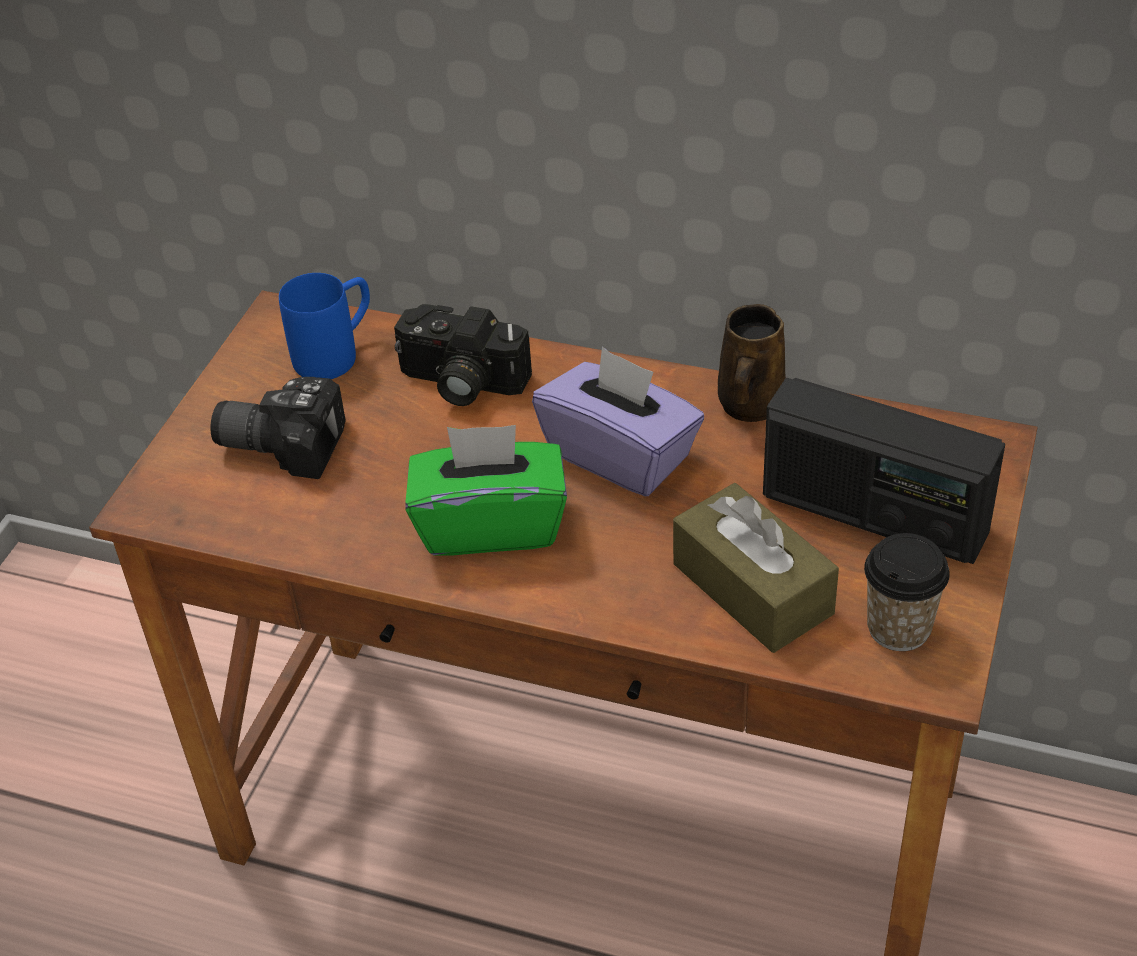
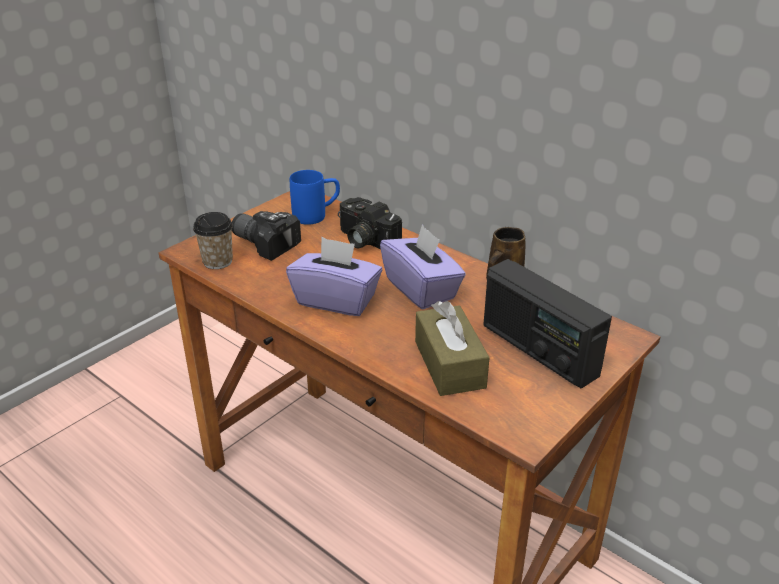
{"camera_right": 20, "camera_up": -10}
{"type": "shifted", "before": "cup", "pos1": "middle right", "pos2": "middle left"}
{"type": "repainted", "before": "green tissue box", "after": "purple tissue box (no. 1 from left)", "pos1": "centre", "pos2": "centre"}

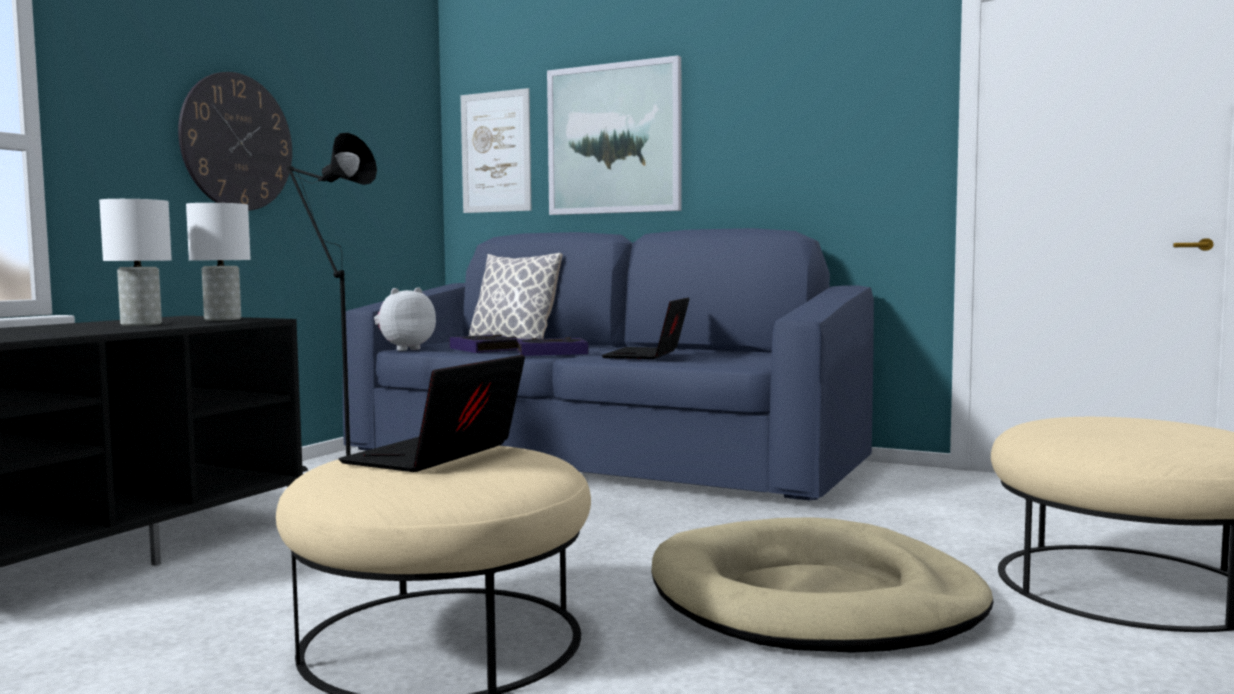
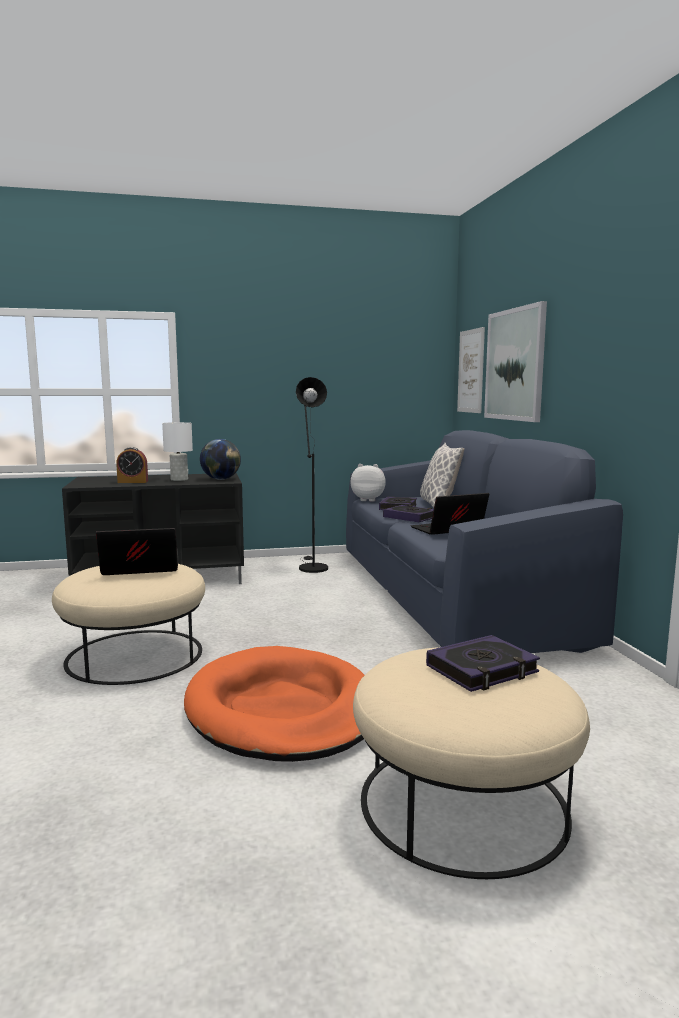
{"camera_right": 50, "camera_up": 5}
{"type": "gone", "before": "wall clock", "pos1": "top left"}
{"type": "new", "after": "alarm clock", "pos2": "middle left"}
{"type": "new", "after": "book (no. 3 from left)", "pos2": "middle right"}
{"type": "swapped", "before": "white table lamp (no. 2 from left)", "after": "globe", "pos1": "middle left", "pos2": "middle left"}
{"type": "repainted", "before": "beige dog bed", "after": "orange dog bed", "pos1": "bottom centre", "pos2": "bottom centre"}

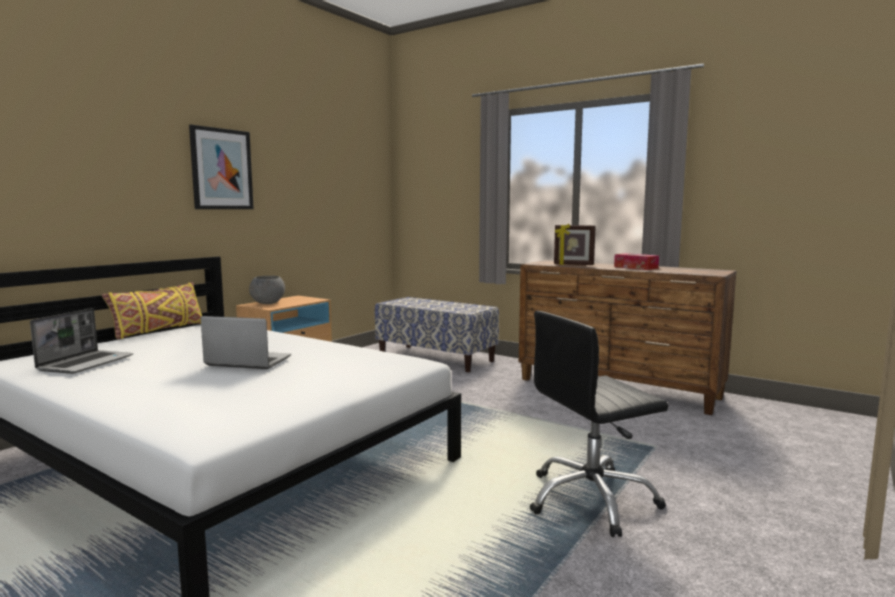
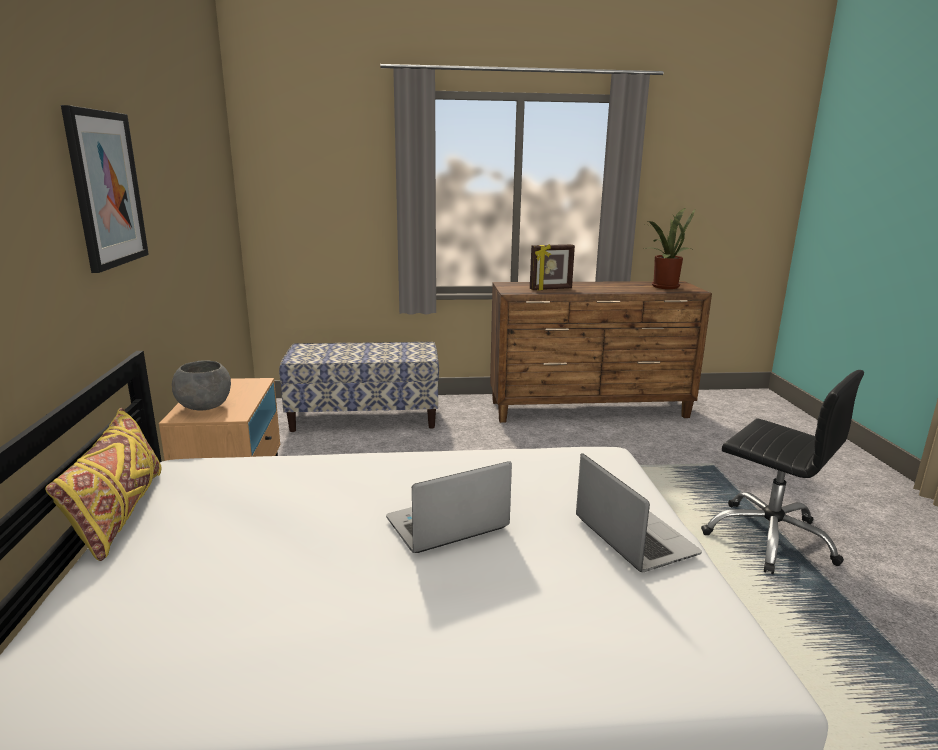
{"camera_right": -40, "camera_up": 10}
{"type": "gone", "before": "tissue box", "pos1": "middle right"}
{"type": "new", "after": "potted plant", "pos2": "top right"}
{"type": "shifted", "before": "laptop (no. 1 from left in the first image)", "after": "laptop (no. 2 from left)", "pos1": "middle left", "pos2": "bottom right"}
{"type": "rotated", "before": "black office chair", "pos1": "bottom right", "pos2": "middle right", "turn": -75}

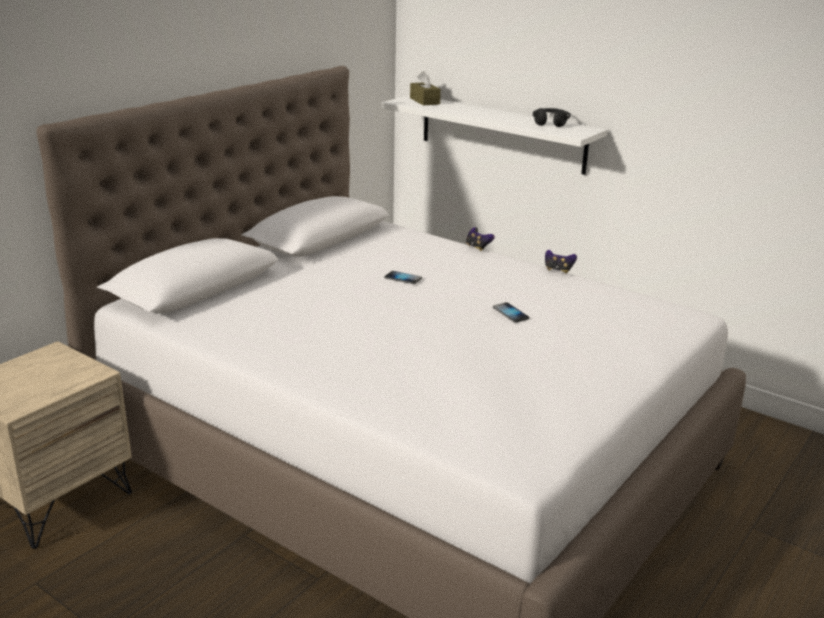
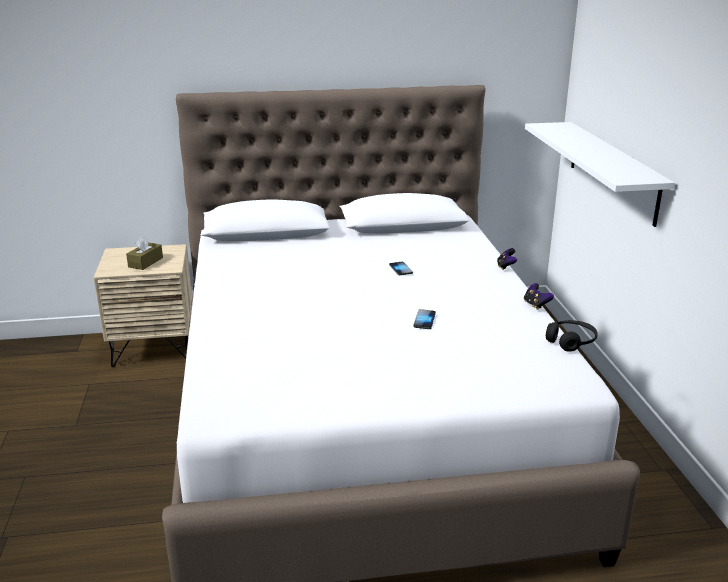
{"camera_right": 45, "camera_up": 0}
{"type": "shifted", "before": "brown tissue box", "pos1": "top centre", "pos2": "middle left"}
{"type": "shifted", "before": "black headphones", "pos1": "top right", "pos2": "middle right"}

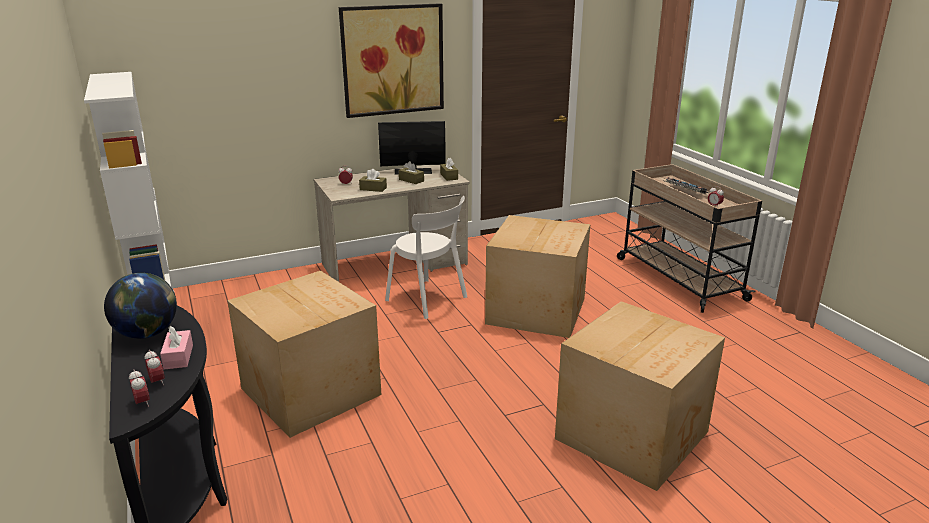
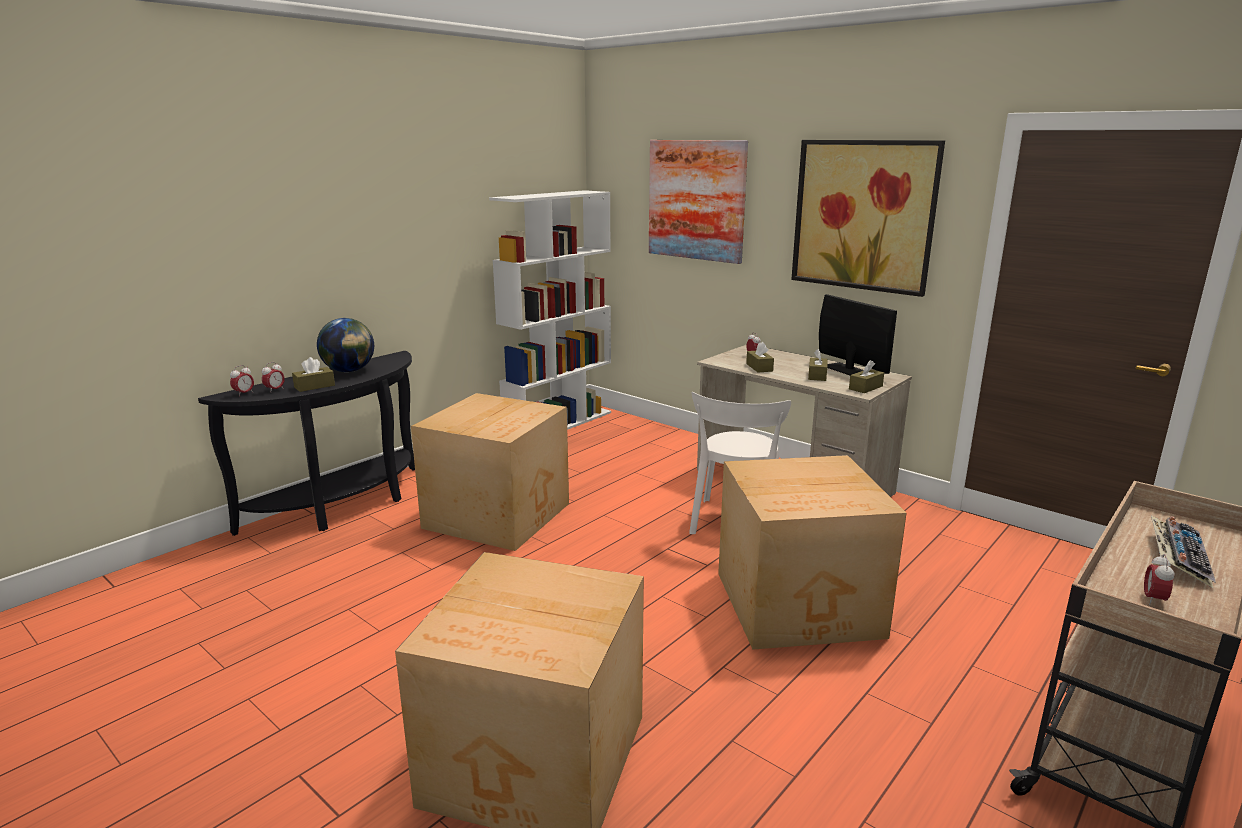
{"camera_right": 65, "camera_up": -5}
{"type": "new", "after": "picture (no. 1 from left)", "pos2": "top centre"}
{"type": "repainted", "before": "pink tissue box", "after": "brown tissue box (no. 1 from left)", "pos1": "middle left", "pos2": "middle left"}

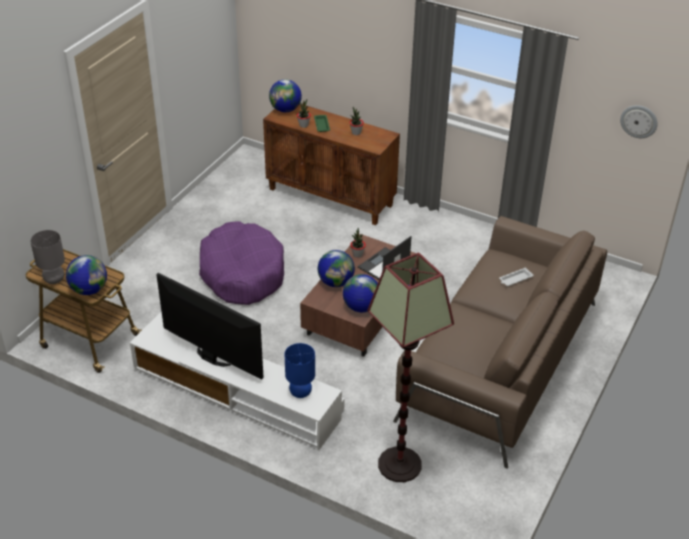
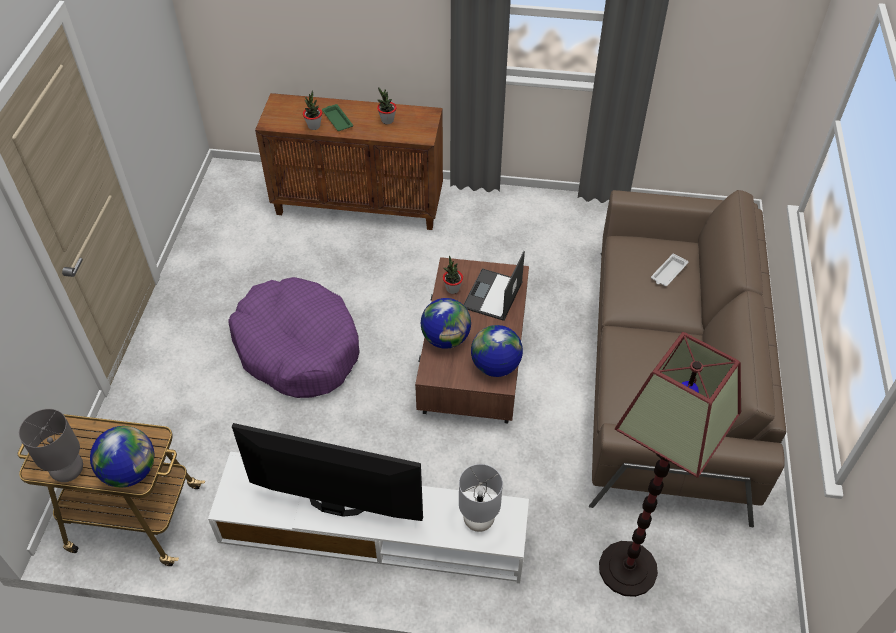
{"camera_right": -20, "camera_up": 10}
{"type": "gone", "before": "globe (no. 2 from left)", "pos1": "top centre"}
{"type": "gone", "before": "wall clock", "pos1": "top right"}
{"type": "repainted", "before": "blue table lamp", "after": "grey table lamp (no. 2 from left)", "pos1": "bottom centre", "pos2": "bottom centre"}

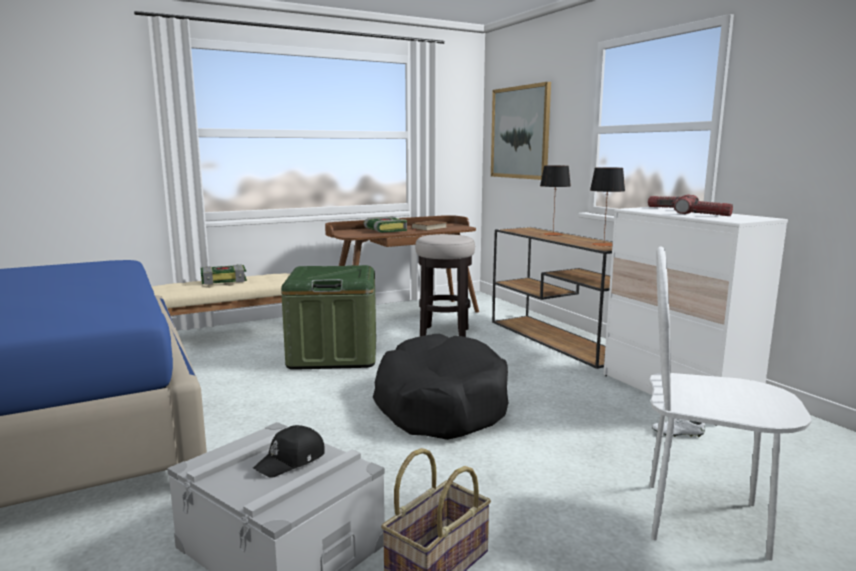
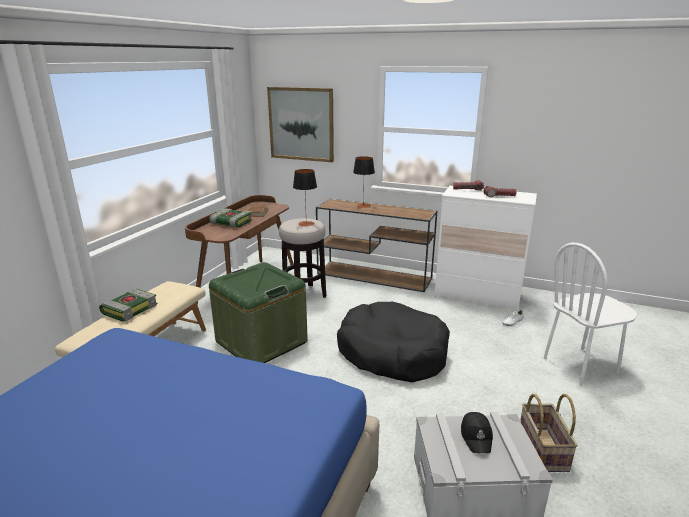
{"camera_right": -40, "camera_up": 10}
{"type": "shifted", "before": "table lamp (no. 2 from left in the first image)", "after": "table lamp (no. 1 from left)", "pos1": "middle right", "pos2": "centre"}

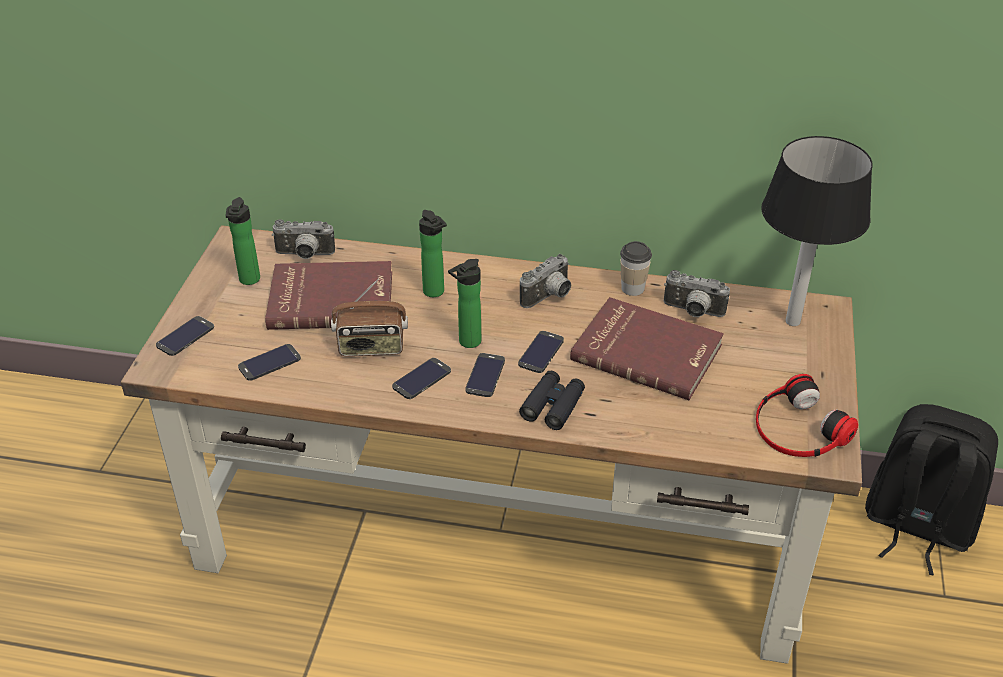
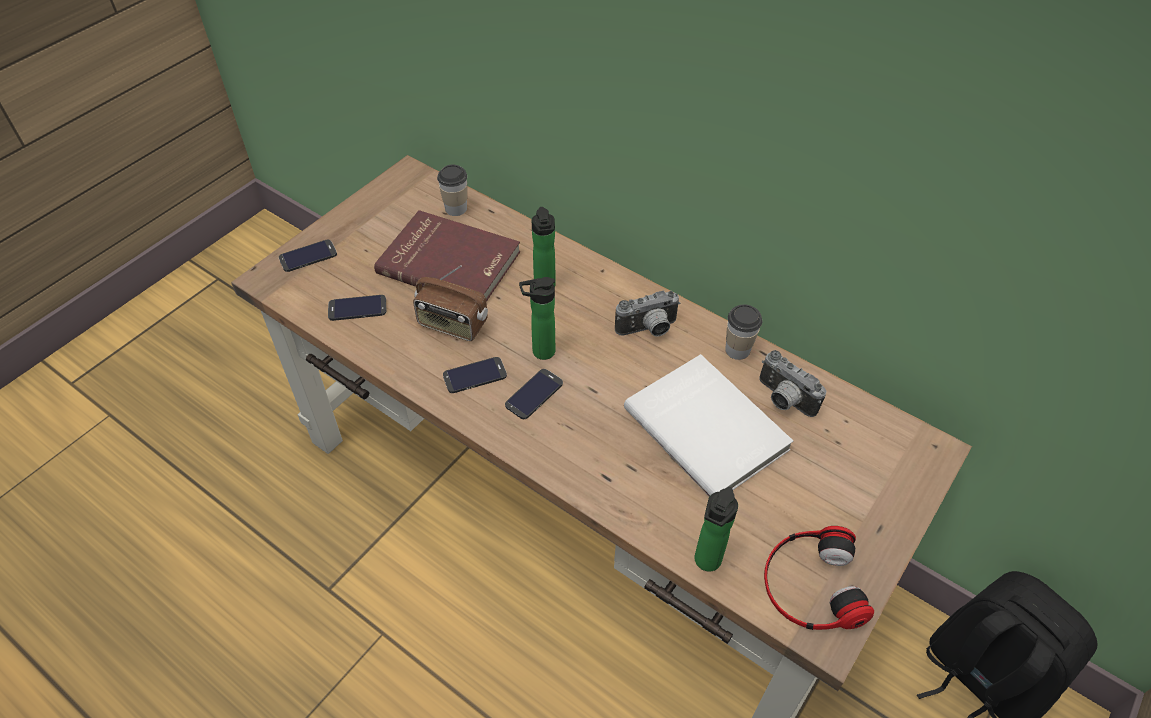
{"camera_right": 25, "camera_up": 10}
{"type": "gone", "before": "phone (no. 5 from left)", "pos1": "centre"}
{"type": "gone", "before": "black binoculars", "pos1": "centre"}
{"type": "gone", "before": "table lamp", "pos1": "middle right"}
{"type": "shifted", "before": "bottle (no. 1 from left in the first image)", "after": "bottle (no. 3 from left)", "pos1": "middle left", "pos2": "bottom centre"}
{"type": "swapped", "before": "photo camera (no. 1 from left)", "after": "cup (no. 1 from left)", "pos1": "middle left", "pos2": "top centre"}
{"type": "repainted", "before": "red book (no. 2 from left)", "after": "white book", "pos1": "centre", "pos2": "centre"}

